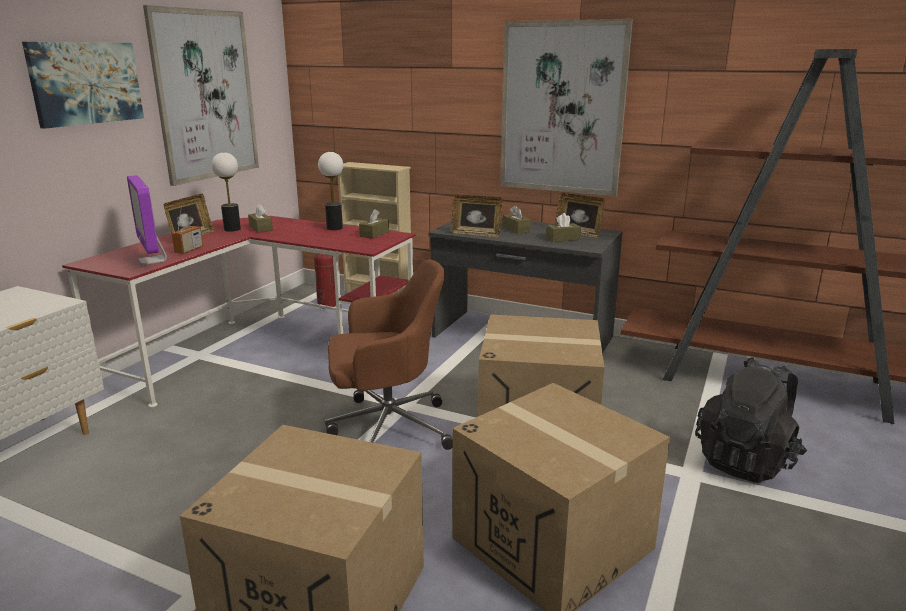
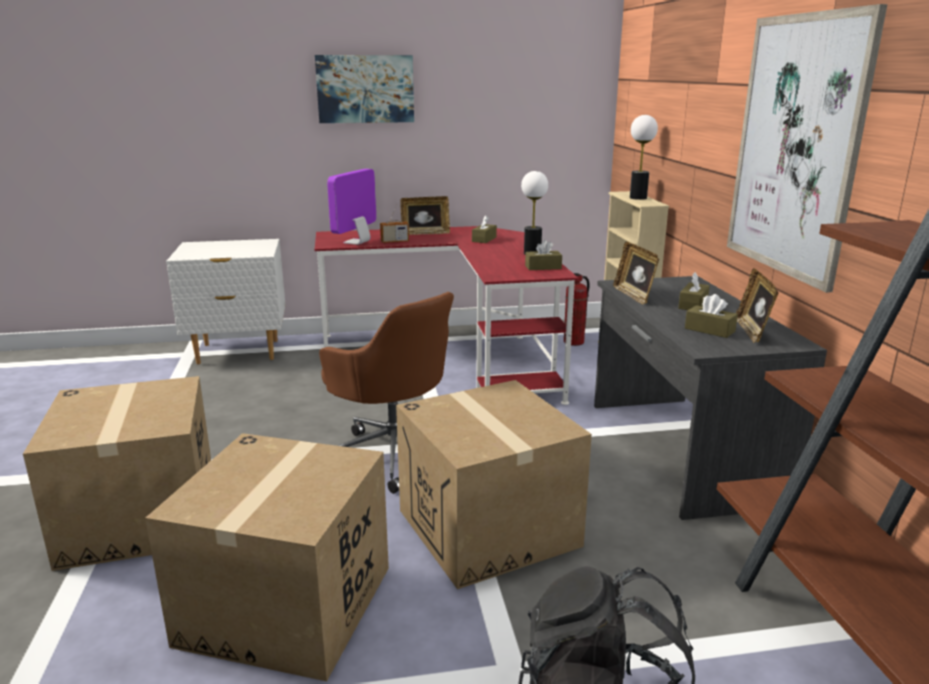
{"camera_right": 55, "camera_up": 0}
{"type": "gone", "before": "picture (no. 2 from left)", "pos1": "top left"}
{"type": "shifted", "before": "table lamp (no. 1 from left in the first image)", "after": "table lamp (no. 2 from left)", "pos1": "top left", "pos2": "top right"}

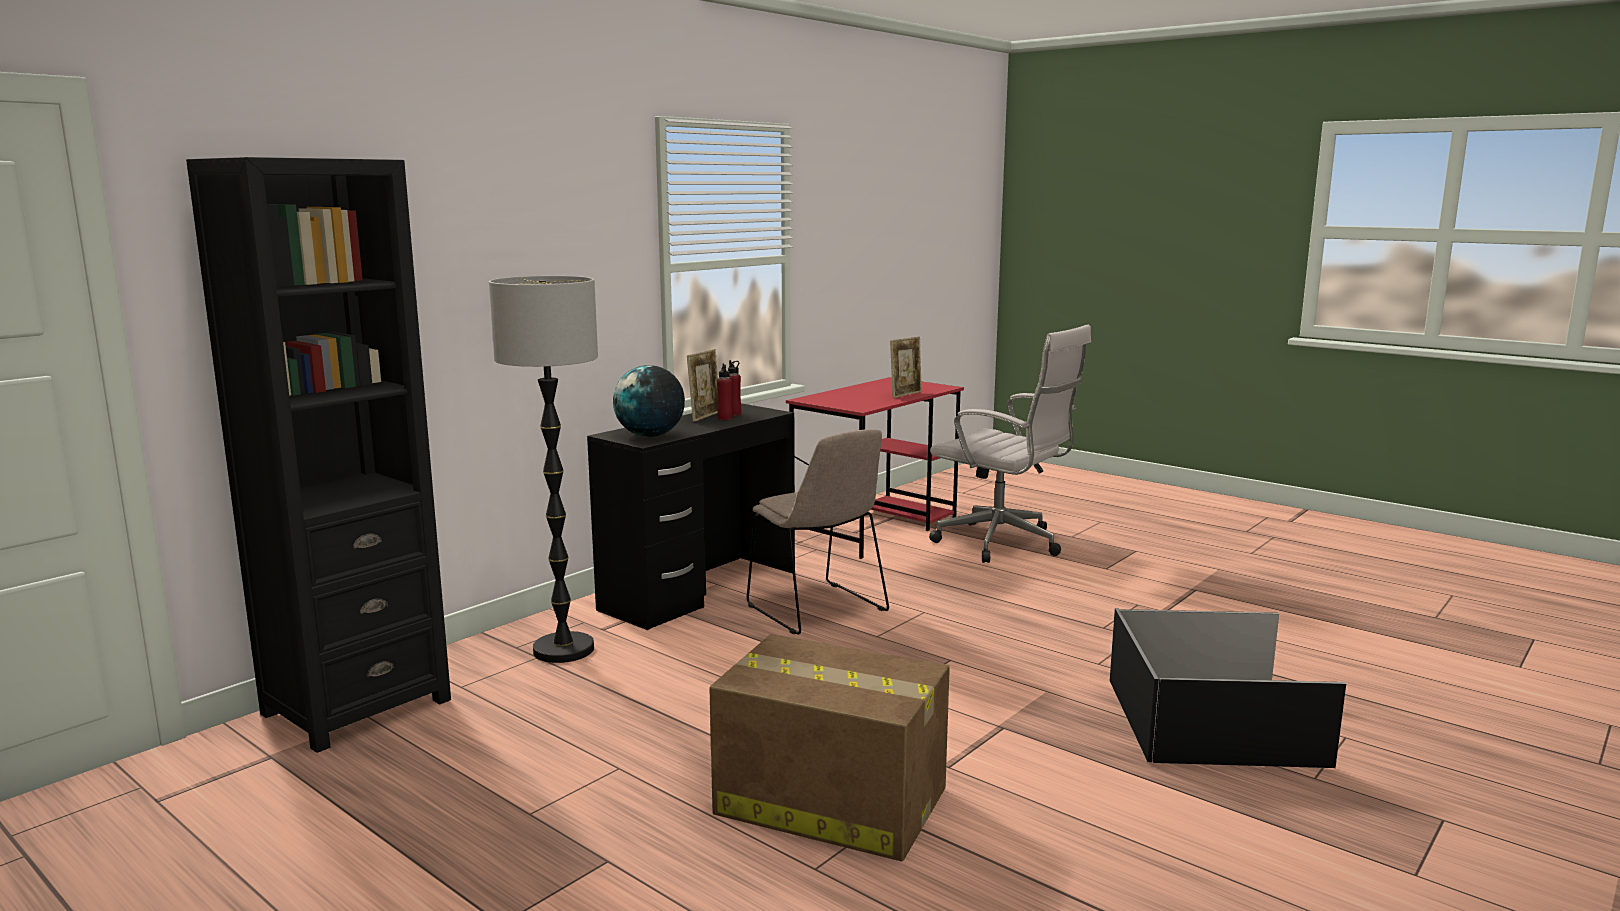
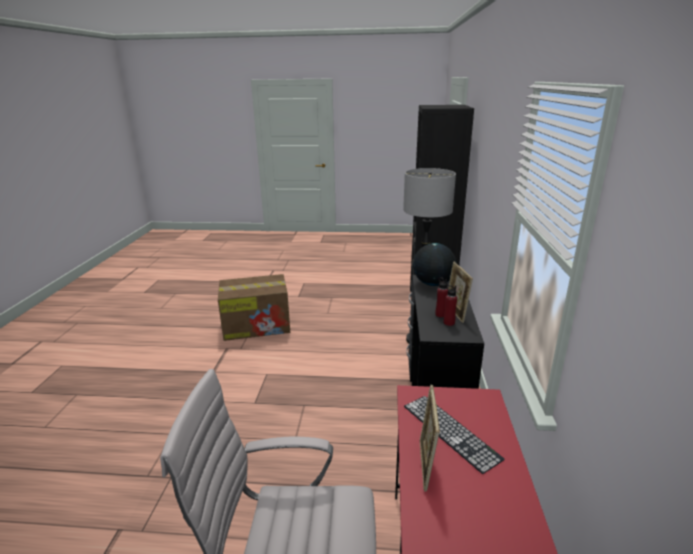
{"camera_right": 145, "camera_up": 10}
{"type": "gone", "before": "beige chair", "pos1": "centre"}
{"type": "gone", "before": "black storage box", "pos1": "bottom right"}
{"type": "new", "after": "keyboard", "pos2": "bottom centre"}

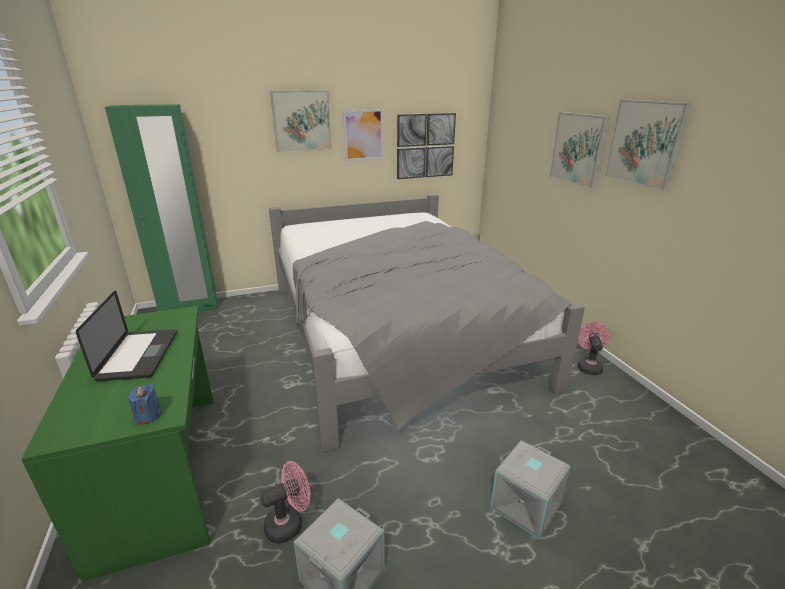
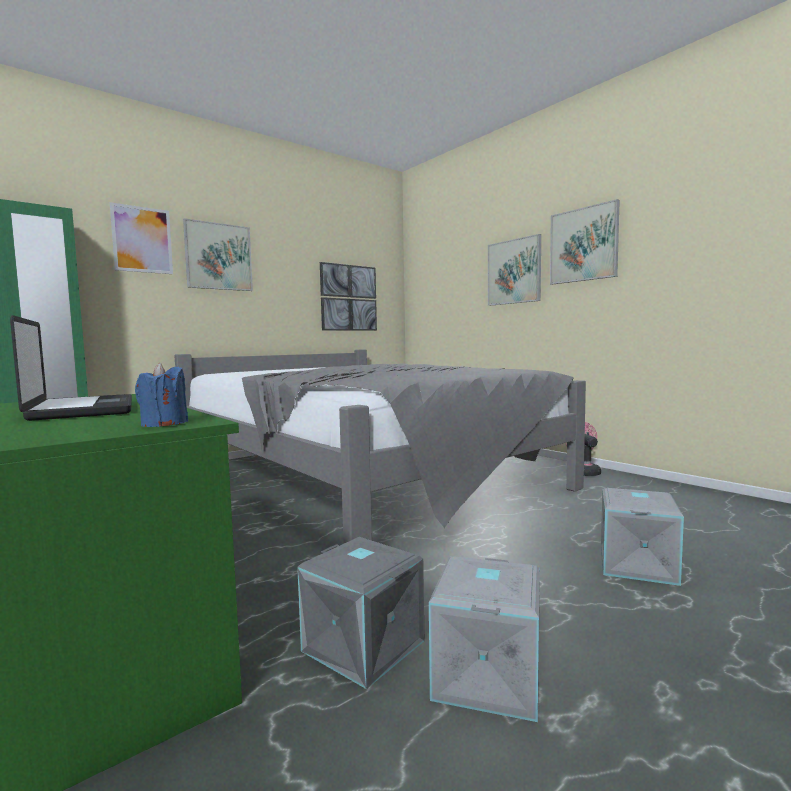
{"camera_right": -20, "camera_up": -20}
{"type": "shifted", "before": "picture (no. 2 from left in the first image)", "after": "picture (no. 1 from left)", "pos1": "top centre", "pos2": "top left"}
{"type": "swapped", "before": "pink fan (no. 1 from left)", "after": "grey storage box (no. 1 from left)", "pos1": "bottom centre", "pos2": "bottom centre"}

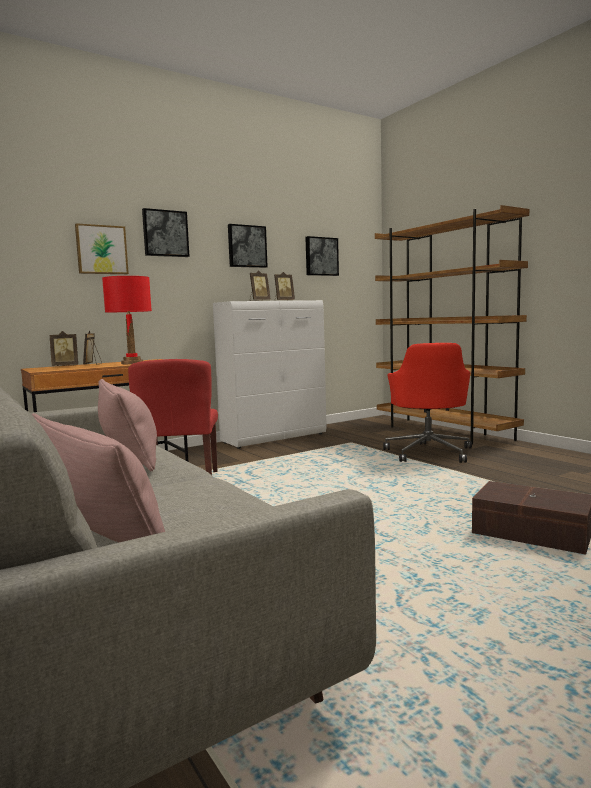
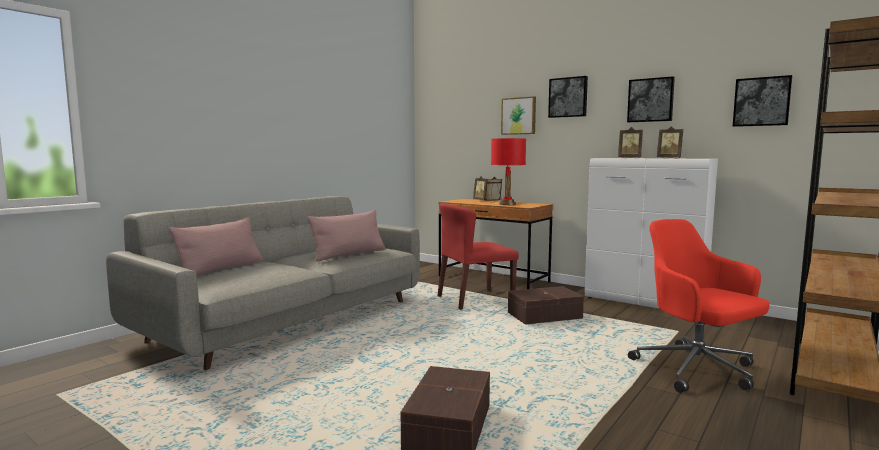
{"camera_right": 70, "camera_up": 0}
{"type": "new", "after": "brown storage box (no. 2 from left)", "pos2": "bottom centre"}
{"type": "rotated", "before": "red office chair", "pos1": "middle right", "pos2": "bottom right", "turn": 75}

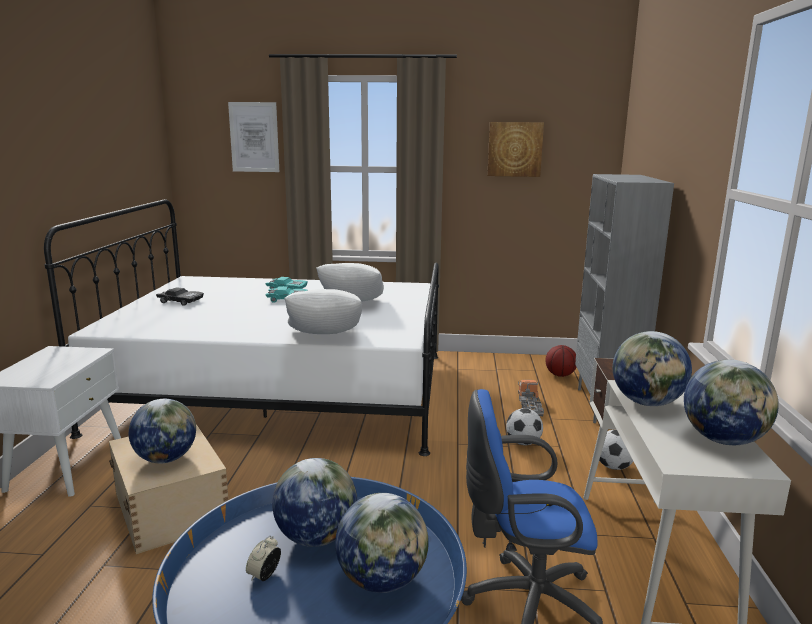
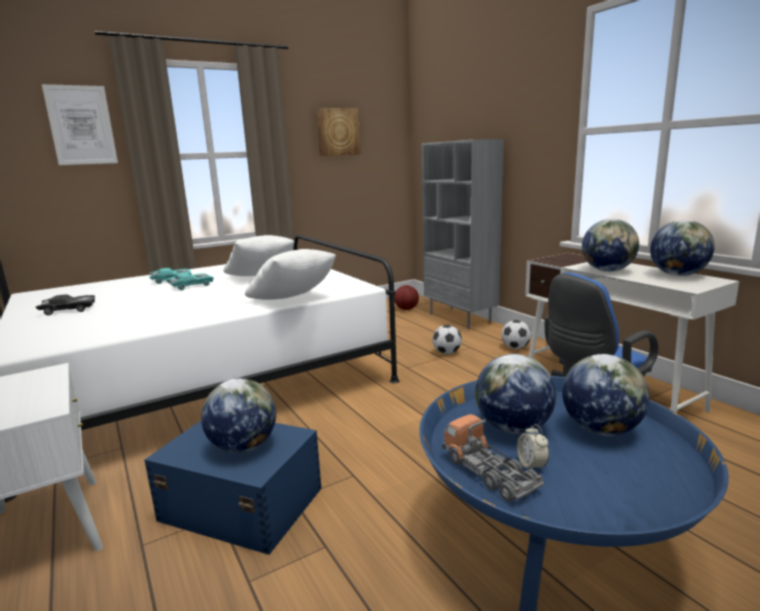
{"camera_right": -35, "camera_up": 0}
{"type": "shifted", "before": "toy truck", "pos1": "centre", "pos2": "bottom centre"}
{"type": "repainted", "before": "beige storage box", "after": "blue storage box", "pos1": "bottom left", "pos2": "bottom left"}

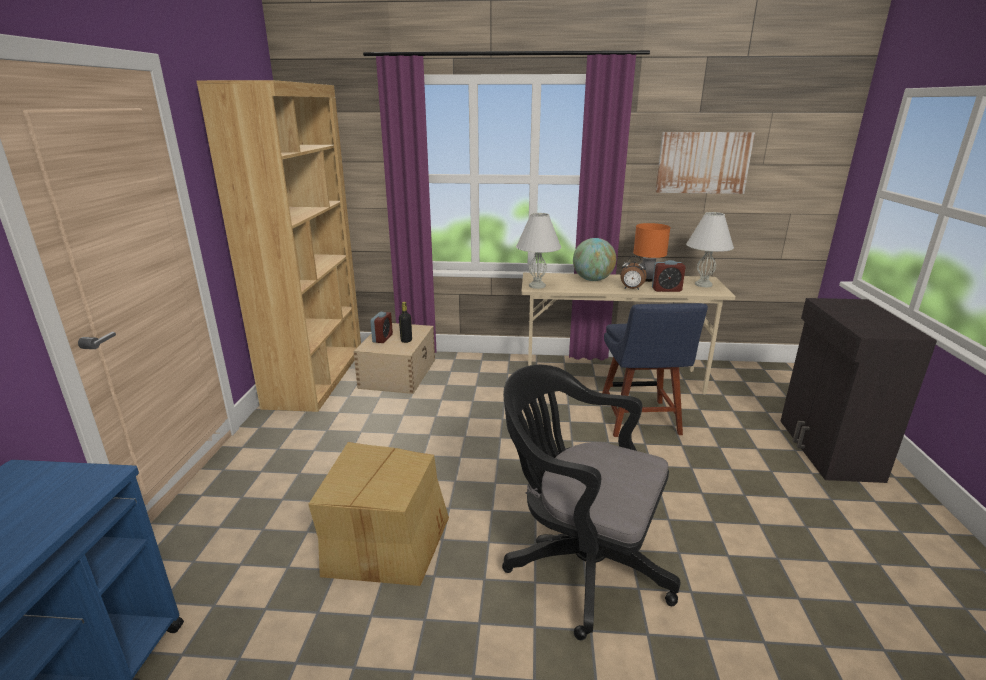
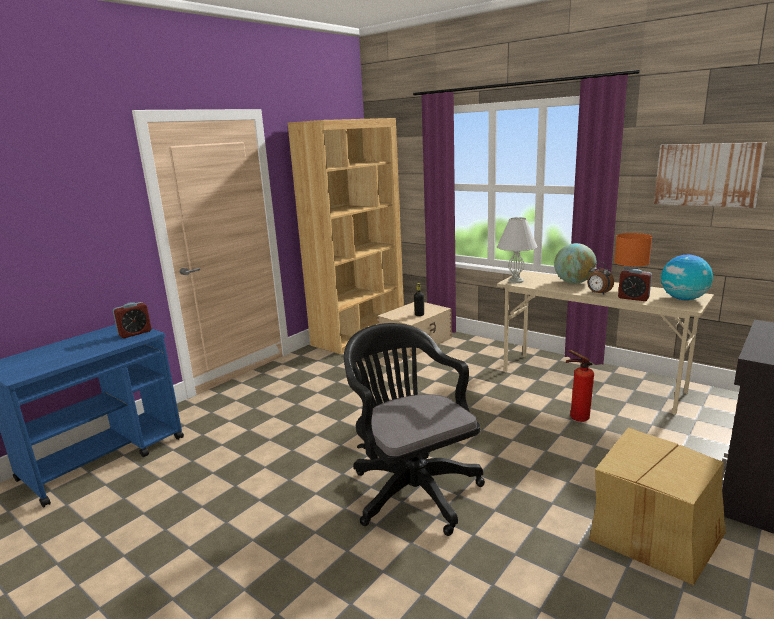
{"camera_right": 35, "camera_up": -5}
{"type": "shifted", "before": "cardboard box", "pos1": "bottom centre", "pos2": "bottom right"}
{"type": "shifted", "before": "alarm clock (no. 1 from left)", "pos1": "centre", "pos2": "middle left"}
{"type": "swapped", "before": "blue chair", "after": "fire extinguisher", "pos1": "centre", "pos2": "middle right"}
{"type": "swapped", "before": "white table lamp (no. 2 from left)", "after": "globe (no. 2 from left)", "pos1": "middle right", "pos2": "middle right"}

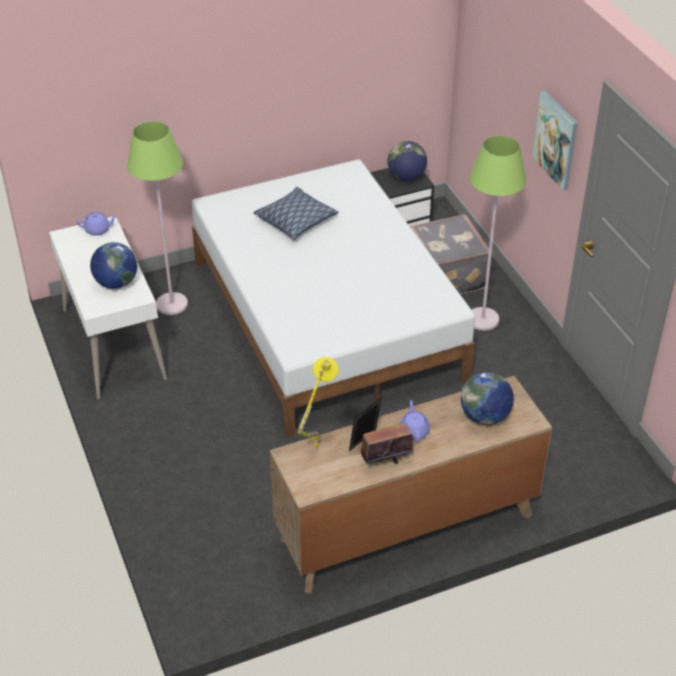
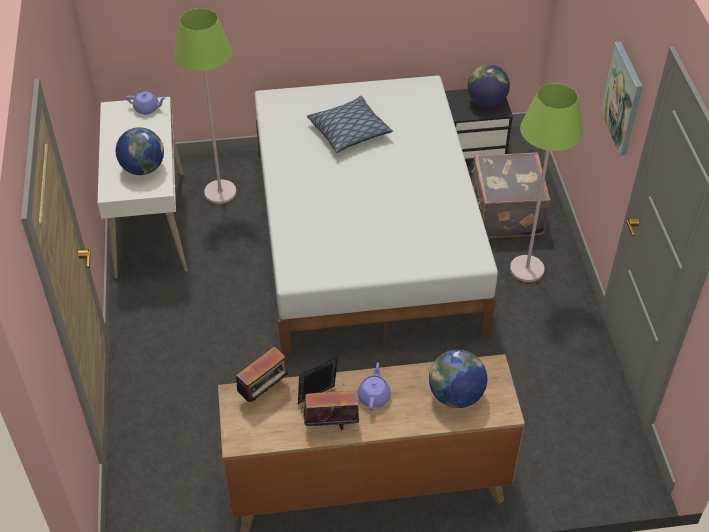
{"camera_right": 15, "camera_up": 5}
{"type": "swapped", "before": "yellow table lamp", "after": "radio (no. 1 from left)", "pos1": "centre", "pos2": "bottom centre"}

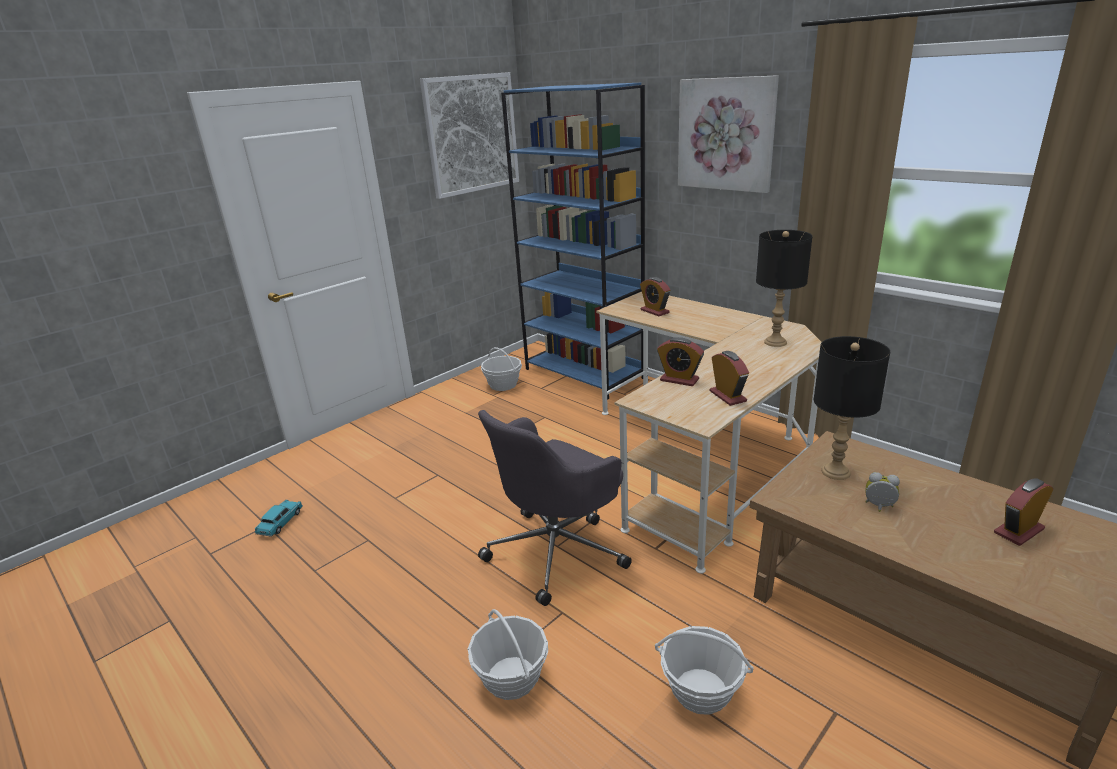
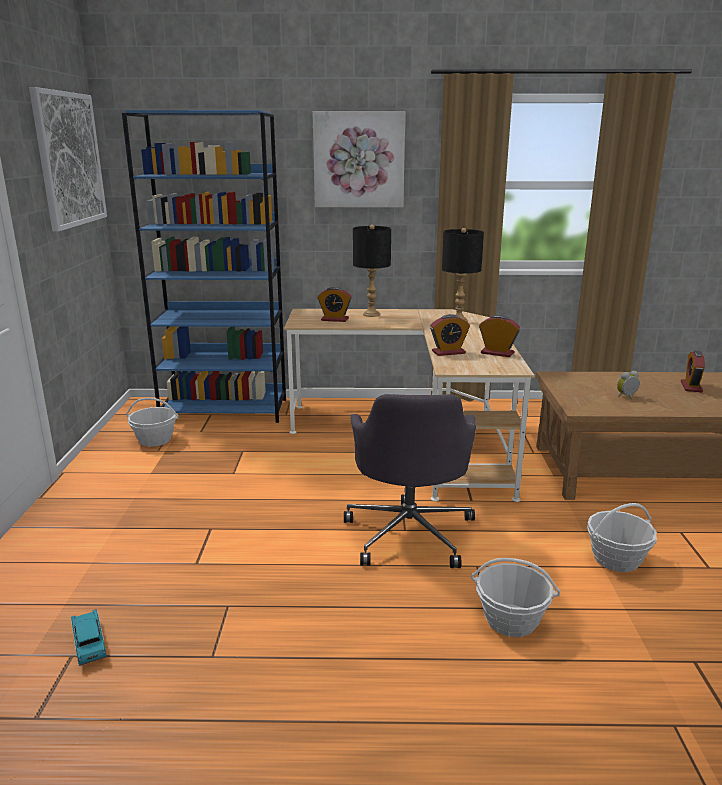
{"camera_right": -45, "camera_up": -5}
{"type": "shifted", "before": "black table lamp (no. 2 from left in the first image)", "after": "black table lamp (no. 1 from left)", "pos1": "middle right", "pos2": "centre"}

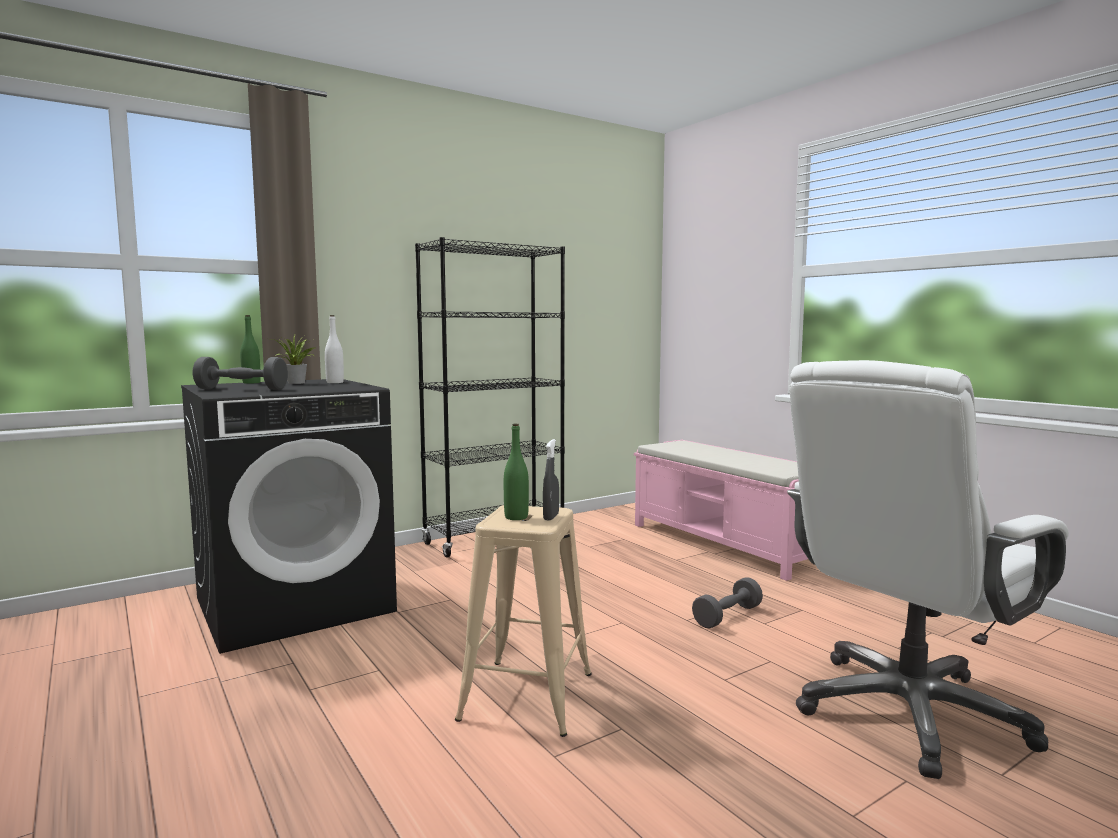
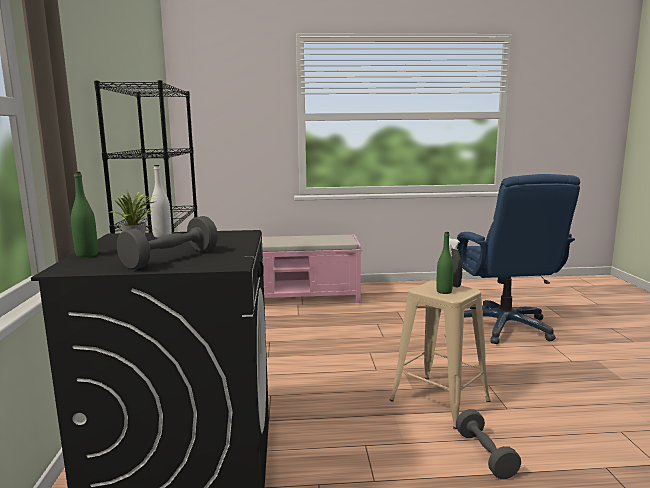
{"camera_right": -60, "camera_up": 5}
{"type": "shifted", "before": "grey dumbbell (no. 2 from left)", "pos1": "bottom centre", "pos2": "bottom right"}
{"type": "repainted", "before": "white office chair", "after": "blue office chair", "pos1": "bottom right", "pos2": "middle right"}

